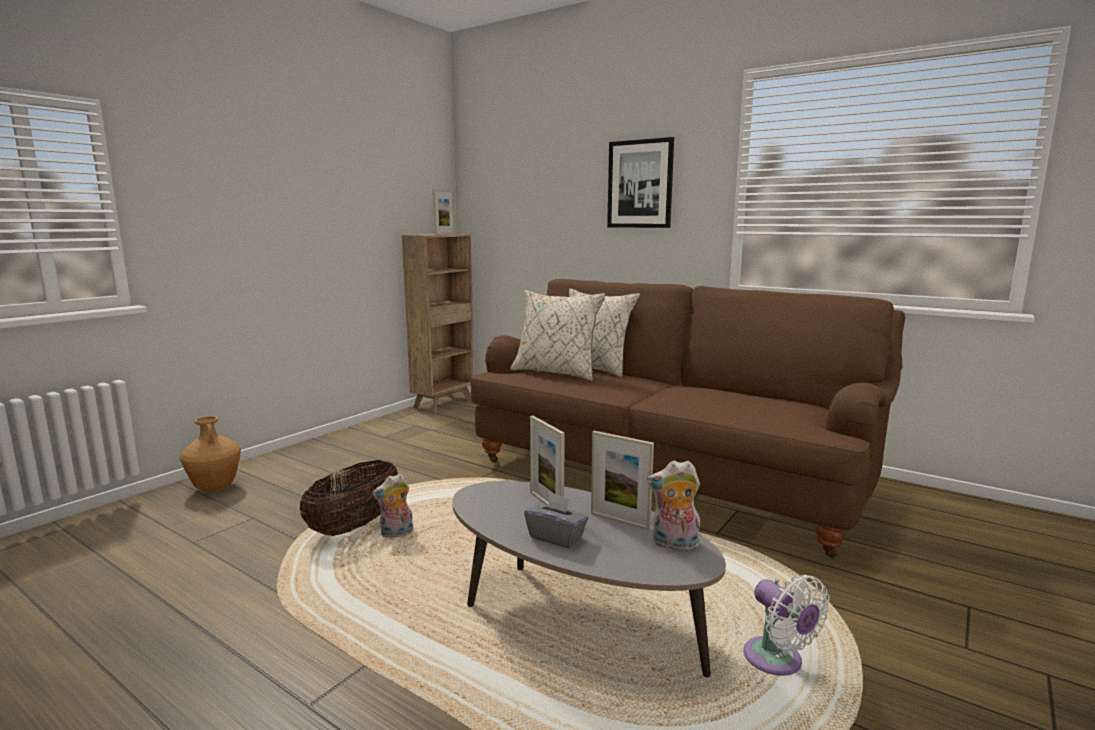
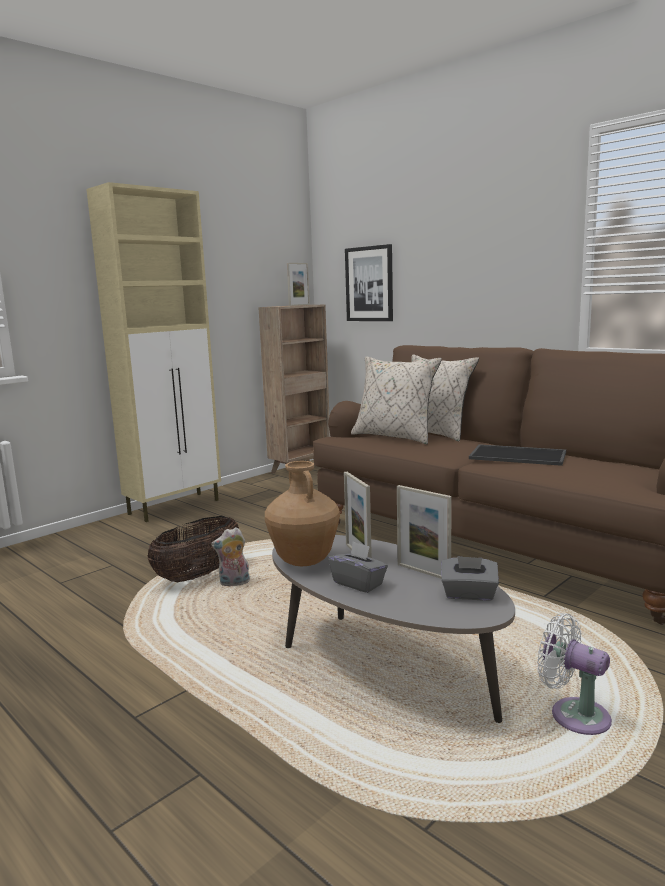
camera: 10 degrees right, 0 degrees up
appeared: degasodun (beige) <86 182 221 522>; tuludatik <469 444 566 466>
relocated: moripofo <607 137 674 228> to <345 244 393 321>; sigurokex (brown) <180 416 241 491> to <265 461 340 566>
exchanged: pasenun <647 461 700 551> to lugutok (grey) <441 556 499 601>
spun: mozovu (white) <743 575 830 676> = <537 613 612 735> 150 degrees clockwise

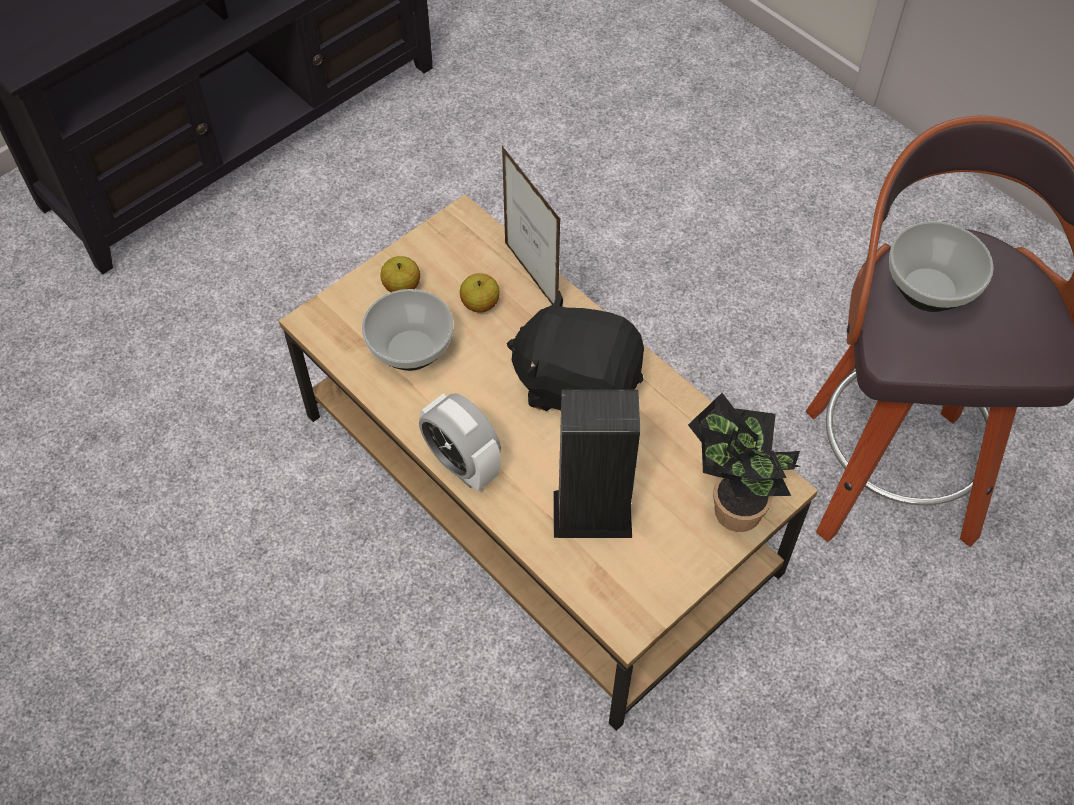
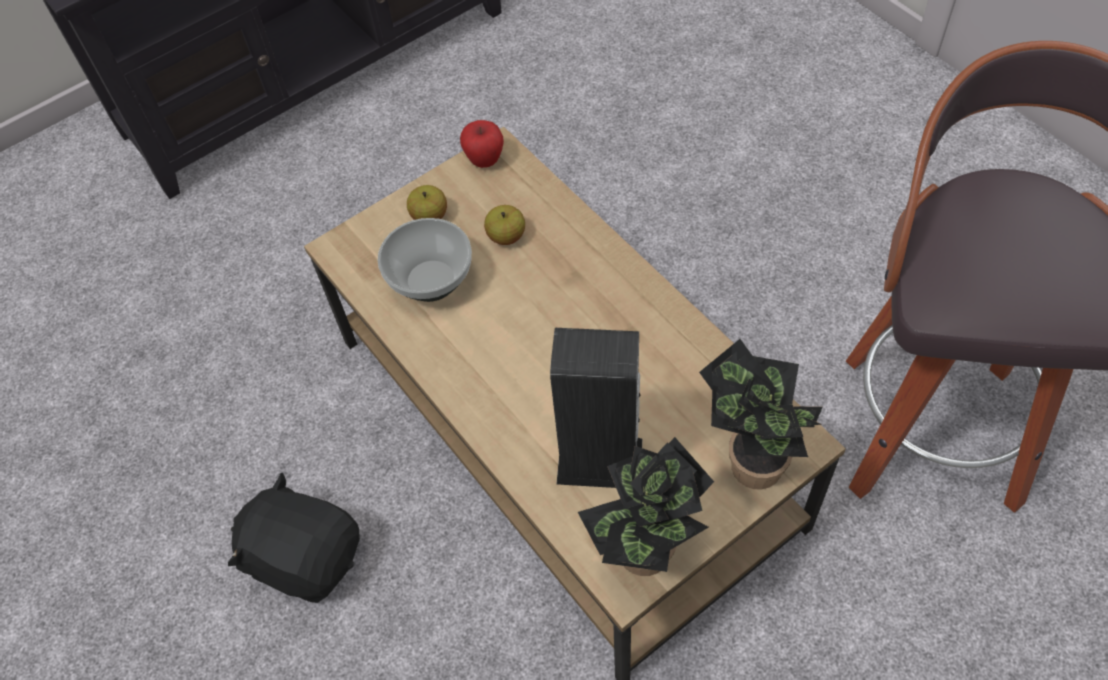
camera: 10 degrees right, 0 degrees up
missing: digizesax <502 146 561 305>; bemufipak <889 221 994 312>; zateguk <419 393 501 492>
appeared: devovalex <460 120 504 168>; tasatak <578 437 714 576>
relocated: pasenun (black) <507 291 644 411> to <228 473 360 603>

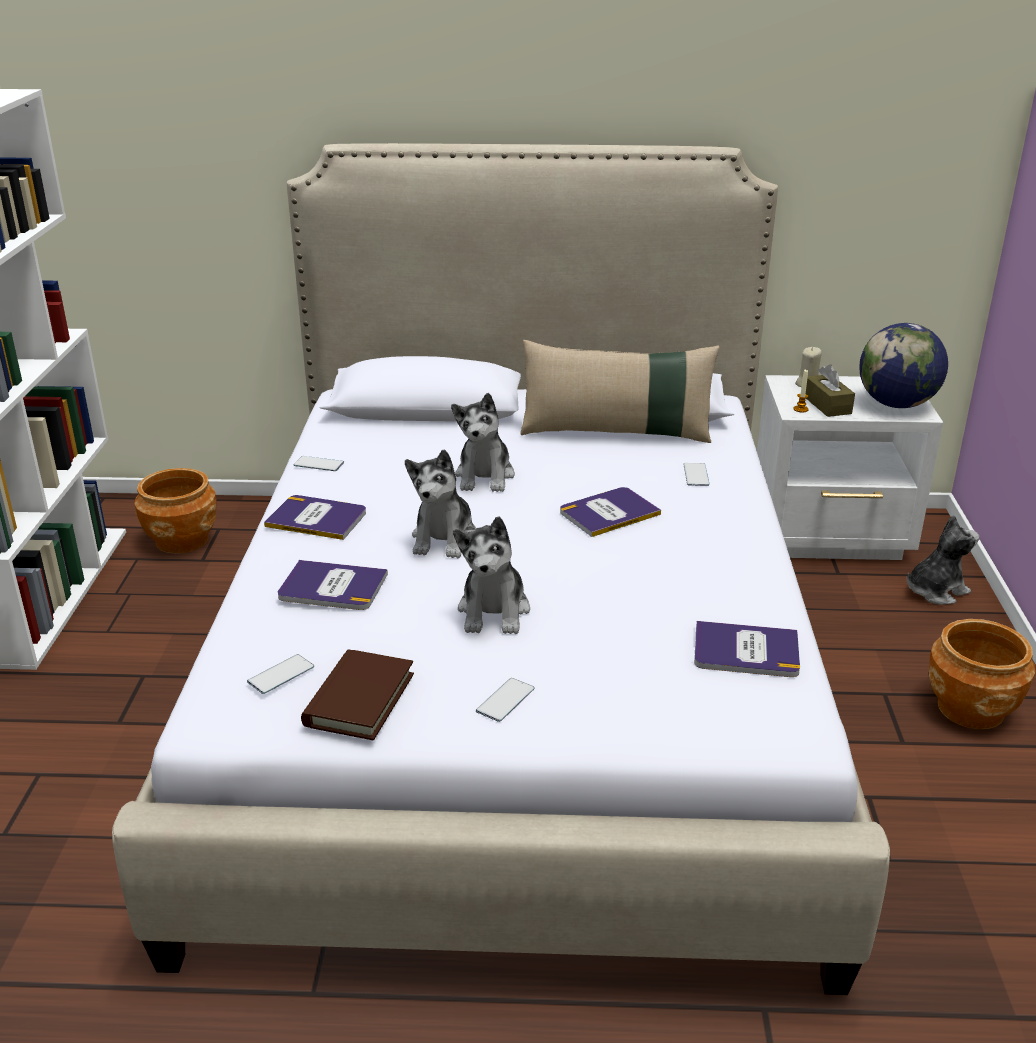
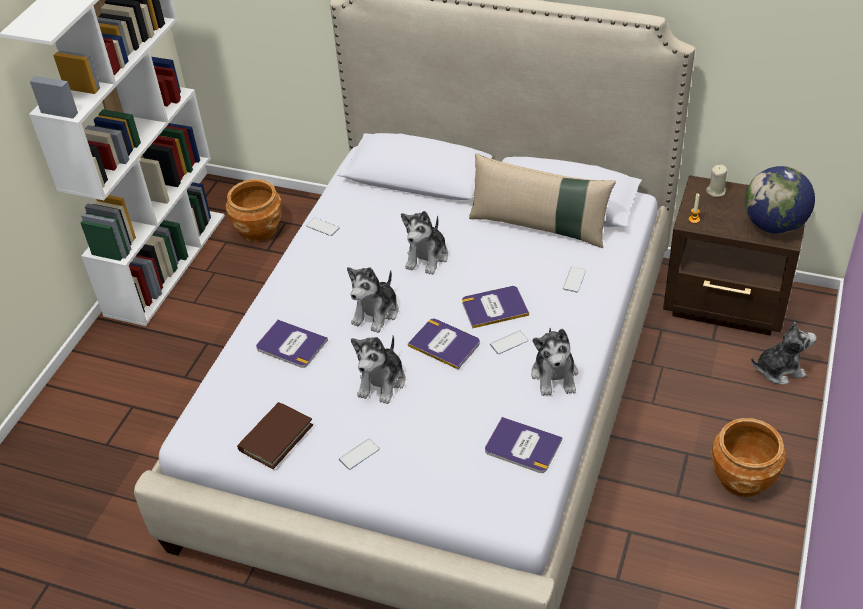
camera: 20 degrees right, 15 degrees up
missing: lugutok (brown) <806 364 855 417>
appeared: pasenun <531 328 578 396>
relocated: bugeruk <264 495 366 540> to <408 319 480 369>; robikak <247 654 314 694> to <490 331 528 354>
colour: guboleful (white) <757 375 943 560> to guboleful (brown) <663 175 805 336>

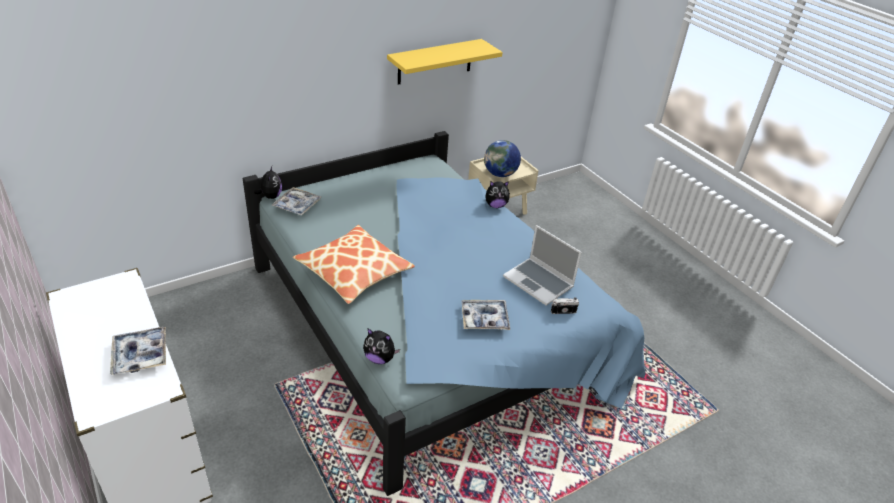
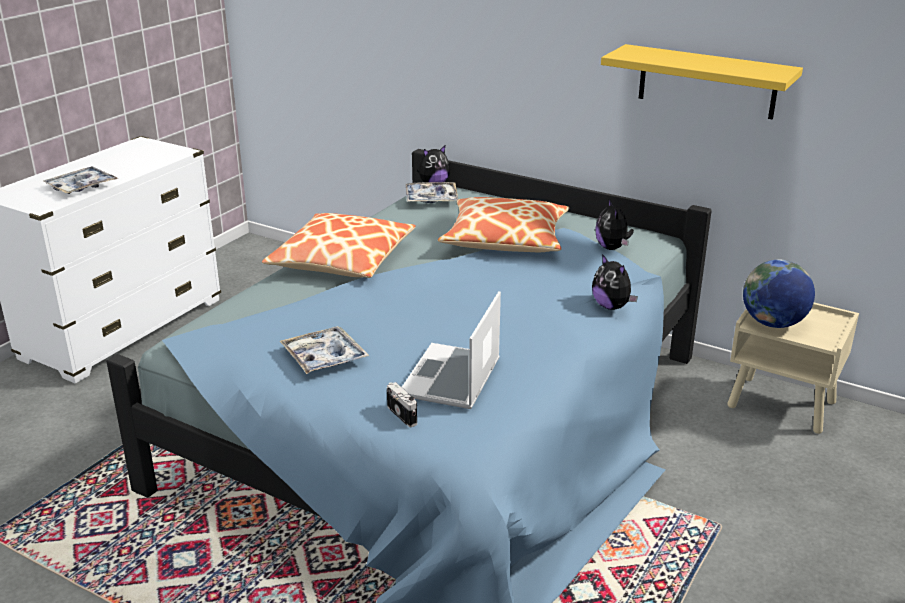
camera: 65 degrees right, 10 degrees down
appeared: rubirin <438 197 570 252>
relocated: pasenun <363 328 400 364> to <595 199 634 250>

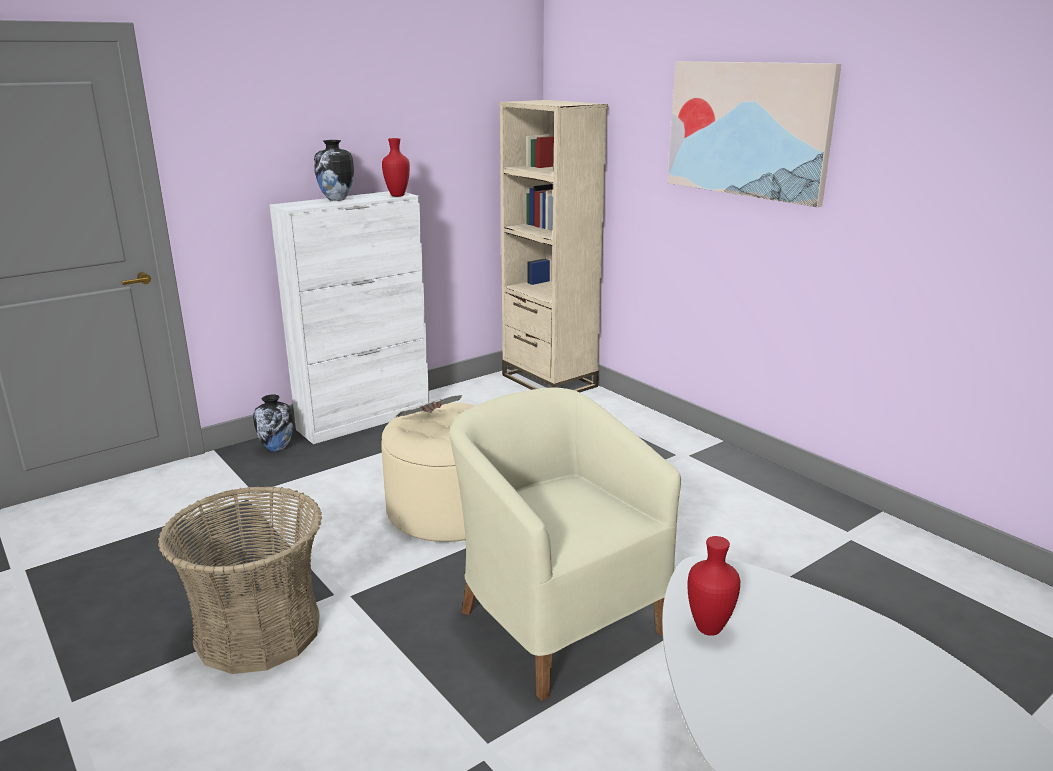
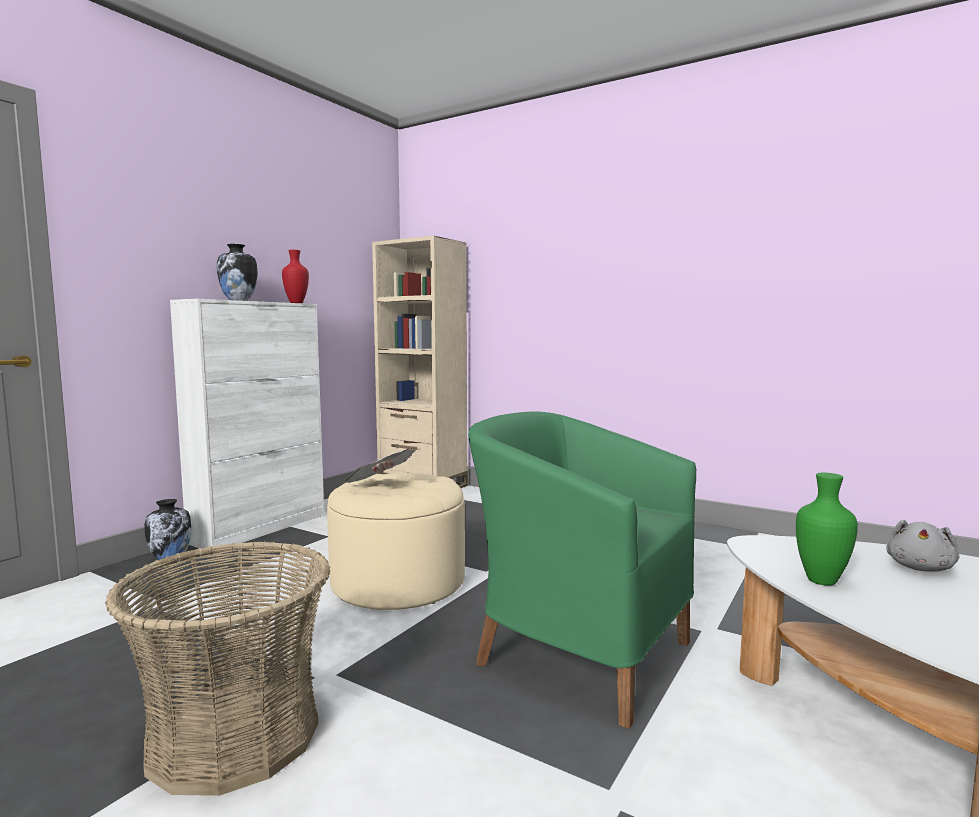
camera: 20 degrees left, 15 degrees down
missing: moripofo <668 61 842 207>
appeared: pasenun (grey) <886 519 959 572>
colour: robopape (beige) <449 387 681 701> to robopape (green) <468 411 696 729>; sigurokex (red) <688 536 740 636> to sigurokex (green) <796 473 858 586>

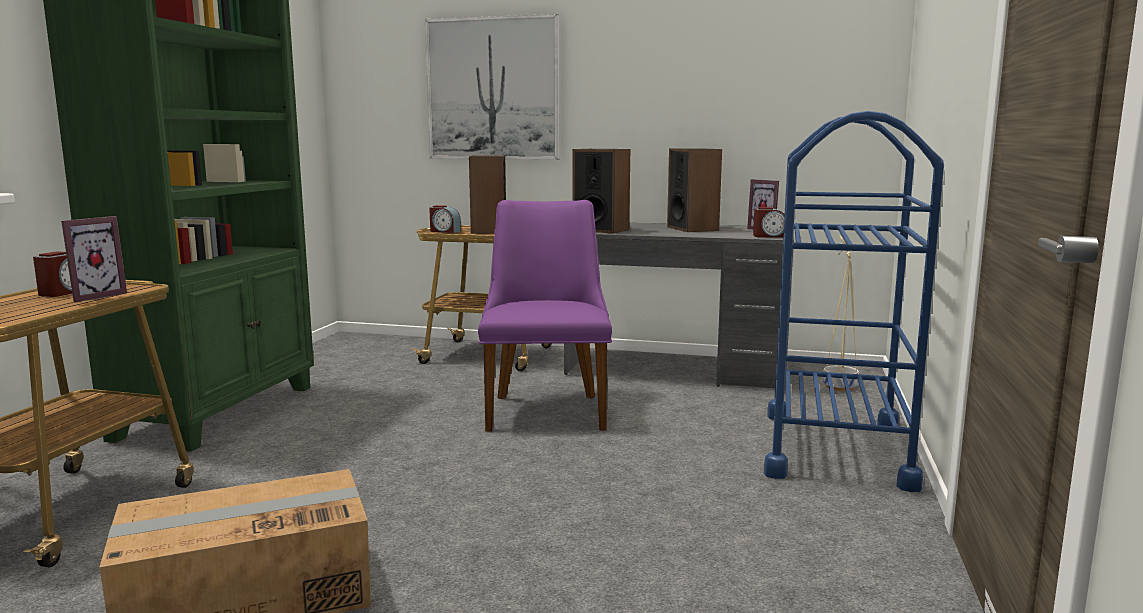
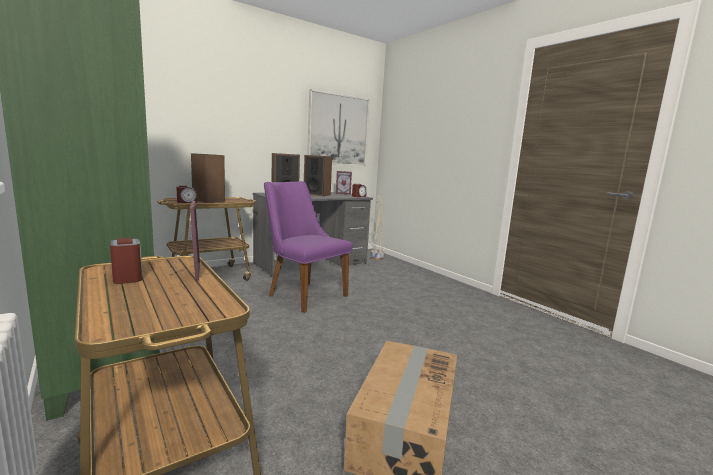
camera: 50 degrees left, 0 degrees up
missing: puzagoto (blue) <764 111 944 492>
relocated: moripofo <425 14 560 160> to <307 89 370 166>

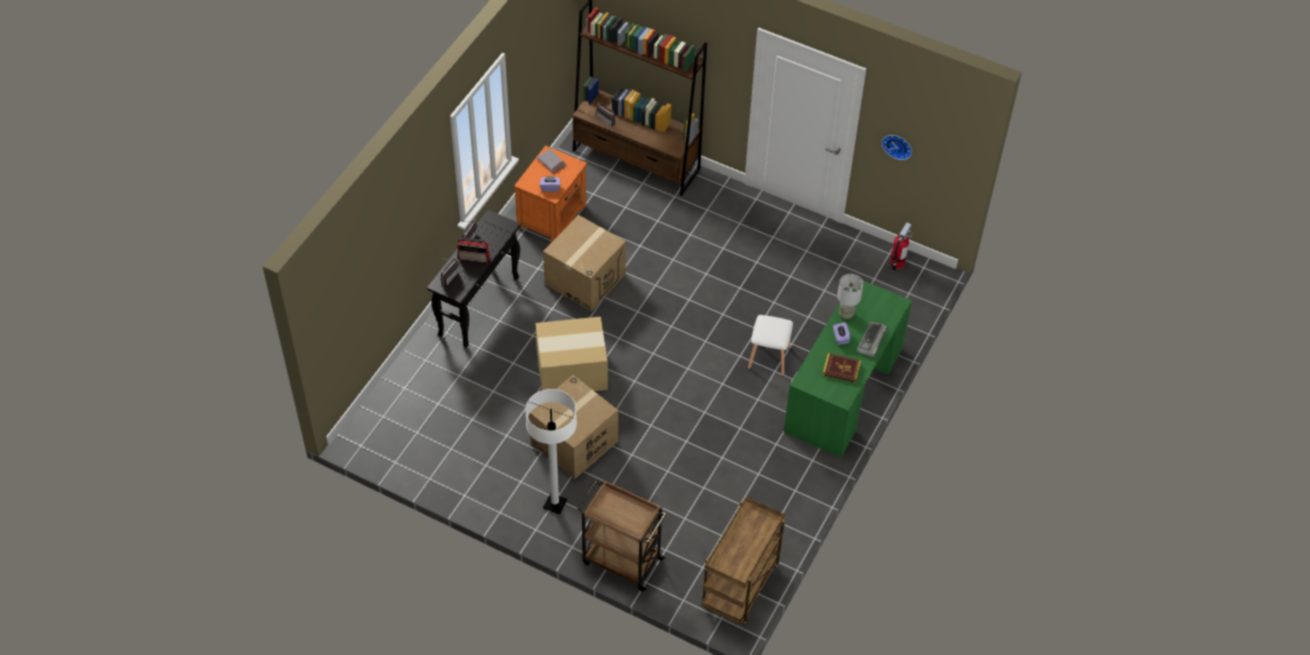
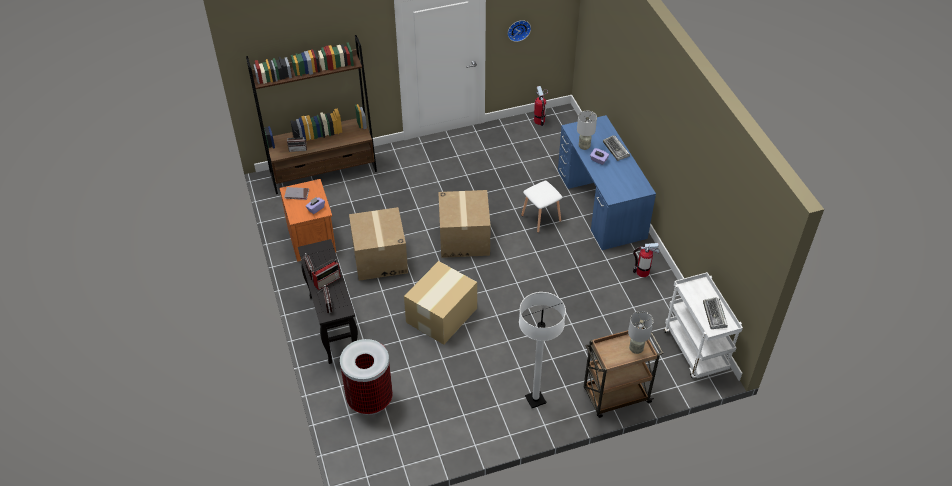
camera: 45 degrees left, 5 degrees down
missing: bugeruk <822 353 861 383>
appeared: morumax <633 243 659 277>; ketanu <703 297 728 329>; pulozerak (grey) <628 311 654 354>; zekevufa <340 339 393 415>
relocated: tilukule <529 375 618 479> to <438 190 491 258>
colour: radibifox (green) <784 280 912 458> to radibifox (blue) <558 115 656 250>; puzagoto (brown) <702 497 786 625> to puzagoto (white) <664 272 743 378>

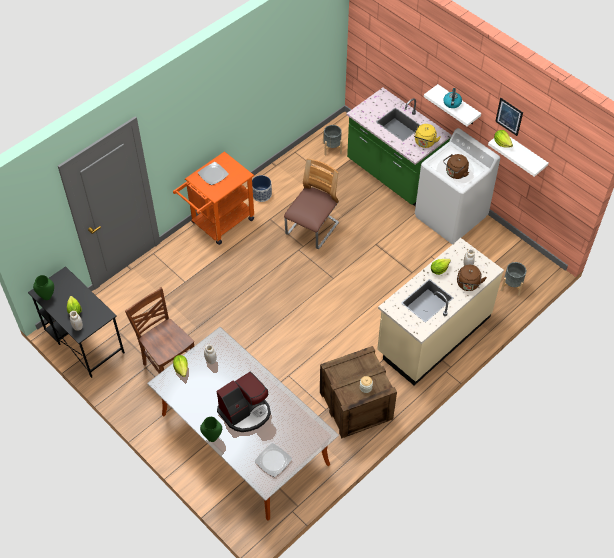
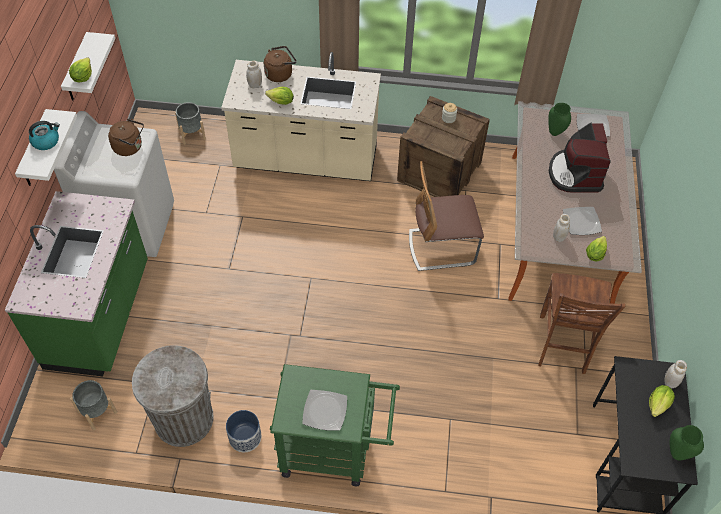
camera: 130 degrees left, 0 degrees up
missing: moripofo <495 98 523 136>; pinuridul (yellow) <414 124 441 148>
appeared: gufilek <563 207 602 235>; zekevufa (grey) <132 345 213 447>
relocated: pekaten <284 158 339 249> to <409 161 484 271>; sigurokex (green) <200 417 222 442> to <548 103 571 136>
colour: puzagoto (orange) <173 151 254 245> to puzagoto (green) <270 364 400 487>
spun: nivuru <217 372 271 432> = <549 123 611 193> 105 degrees counterclockwise

